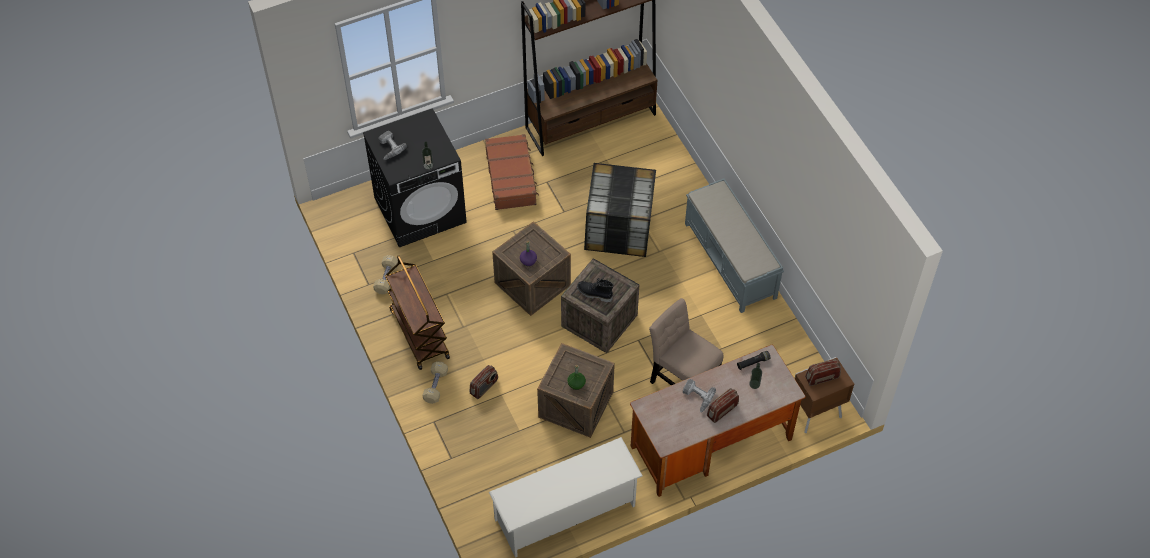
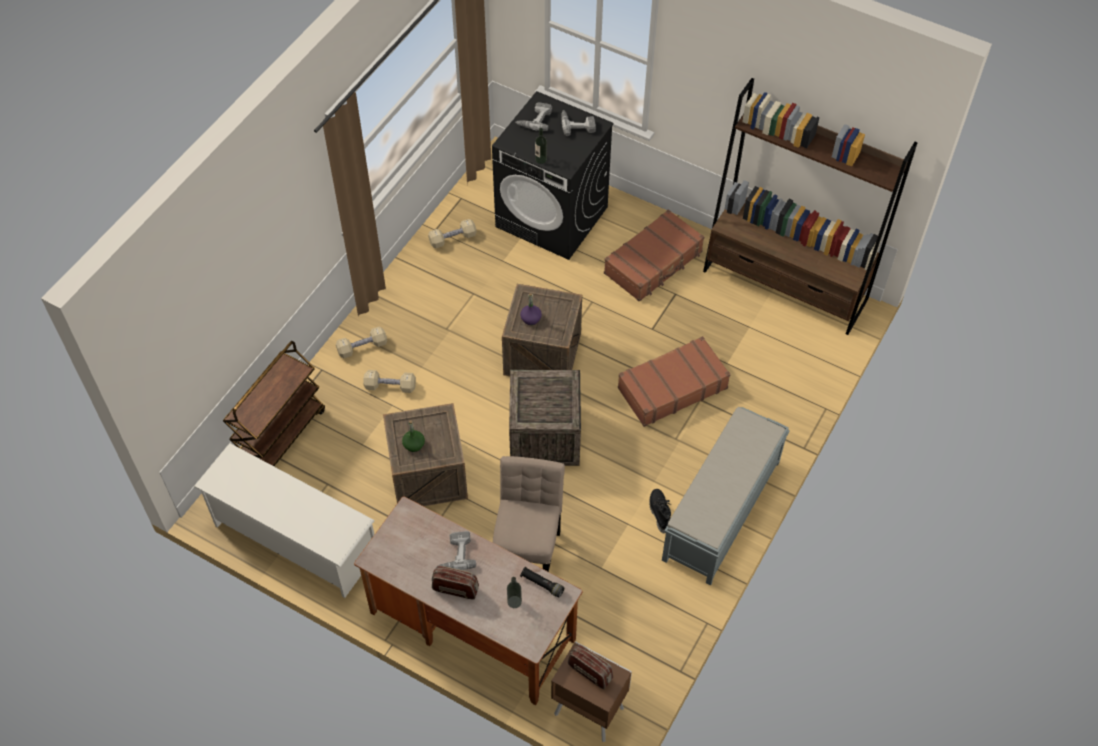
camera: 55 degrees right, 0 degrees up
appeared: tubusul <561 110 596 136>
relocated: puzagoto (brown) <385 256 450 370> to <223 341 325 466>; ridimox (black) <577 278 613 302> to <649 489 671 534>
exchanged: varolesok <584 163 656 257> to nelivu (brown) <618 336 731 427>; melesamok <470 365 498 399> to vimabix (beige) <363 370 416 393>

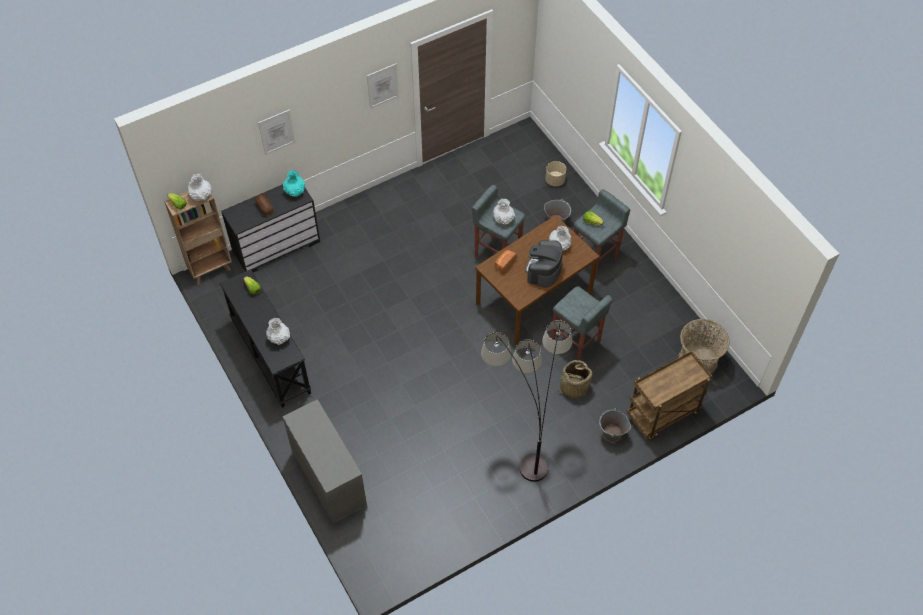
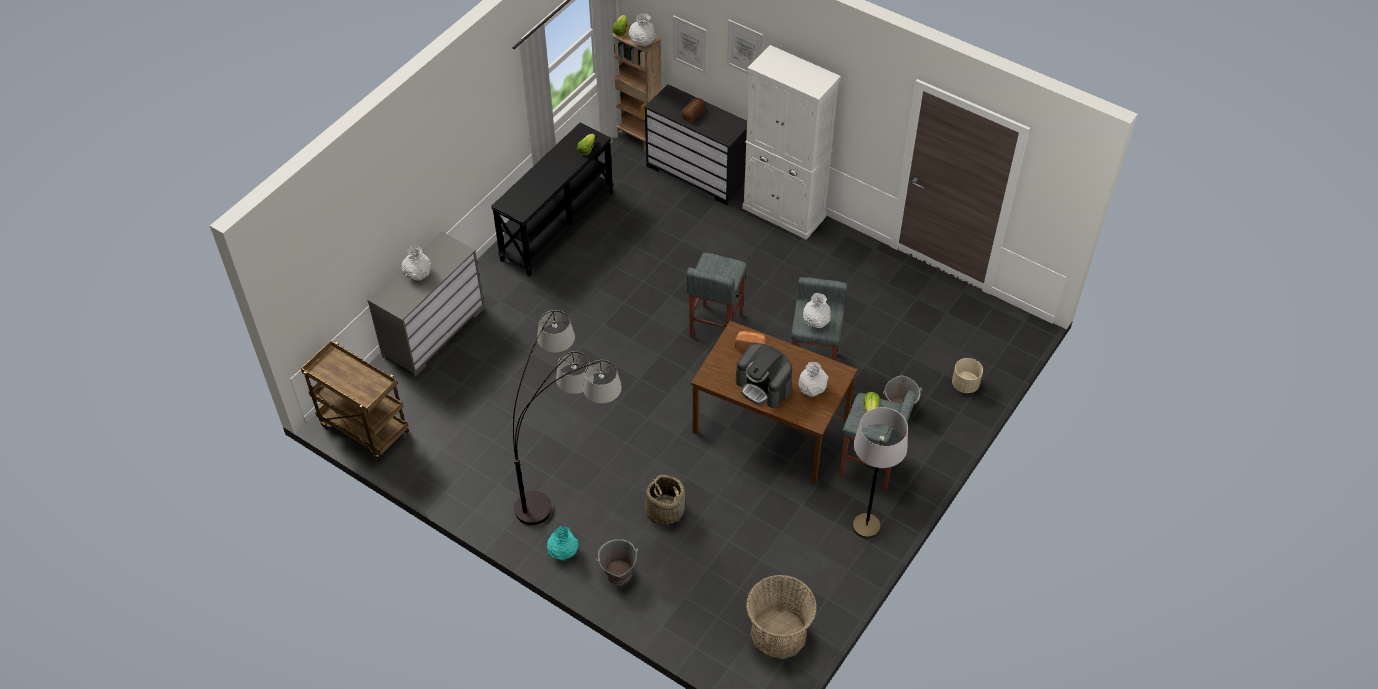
camera: 65 degrees right, 5 degrees down
appeared: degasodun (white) <742 45 841 240>; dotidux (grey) <852 407 908 539>
relocated: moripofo <367 63 399 109> to <673 15 707 74>; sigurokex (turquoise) <283 170 305 197> to <547 526 578 560>; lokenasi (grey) <551 286 612 360> to <687 253 747 338>; sigurokex (white) <266 318 290 345> to <402 245 431 280>; puzagoto (brown) <627 351 713 440> to <301 340 409 461>
spun: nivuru <526 240 563 288> = <736 343 792 408> 135 degrees counterclockwise

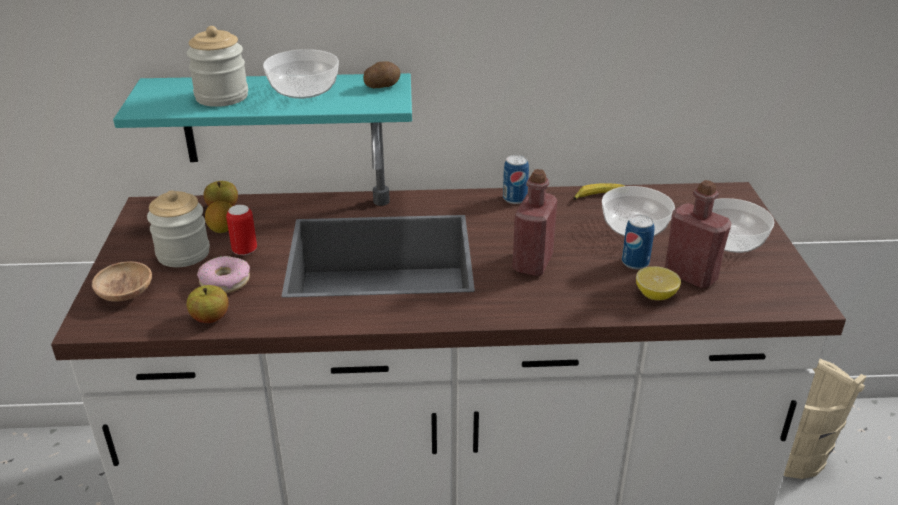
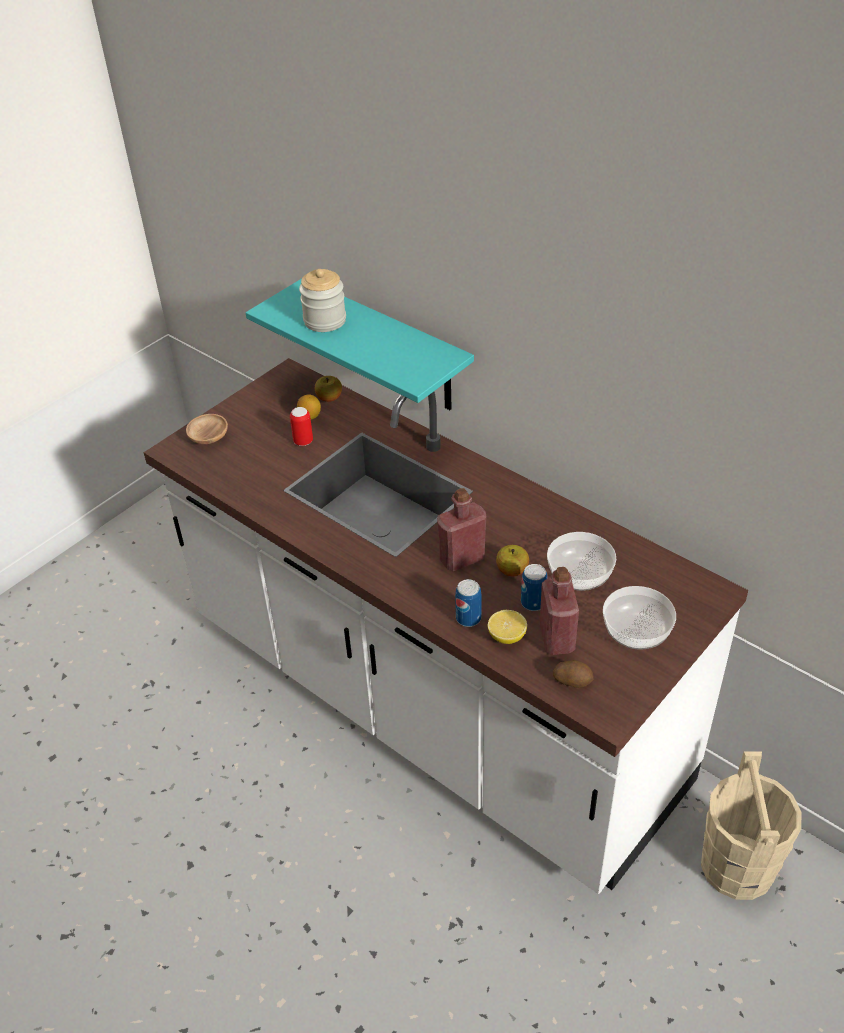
camera: 45 degrees right, 10 degrees up
missing: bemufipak <263 49 339 99>; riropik <573 183 624 200>; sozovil <147 190 210 267>; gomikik <197 256 250 293>
relocated: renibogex <363 62 401 88> to <553 660 594 688>; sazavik <503 155 529 204> to <455 579 482 627>; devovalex <187 285 229 323> to <496 545 529 576>

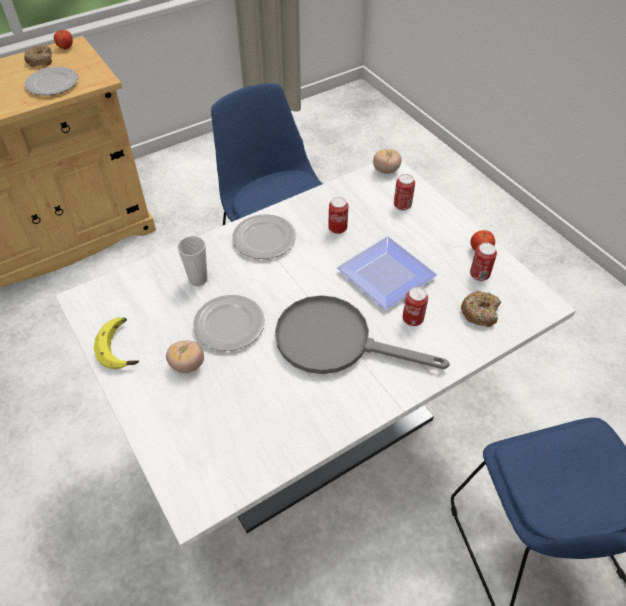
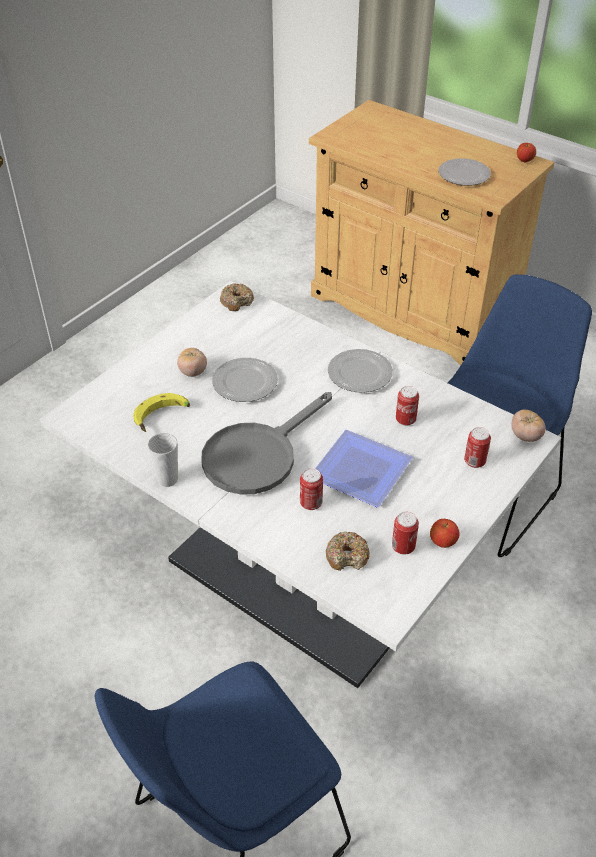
camera: 70 degrees right, 5 degrees down
relocated: gomikik <24 45 52 67> to <220 283 254 311>; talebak <177 236 208 286> to <148 433 178 487>; riropik <94 317 139 369> to <133 393 190 432>
spun: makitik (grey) <275 295 450 374> = <201 392 332 495> 135 degrees counterclockwise

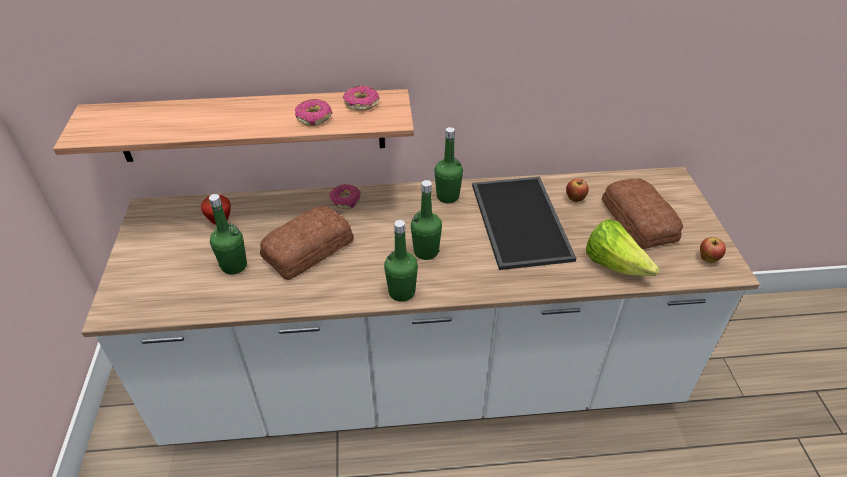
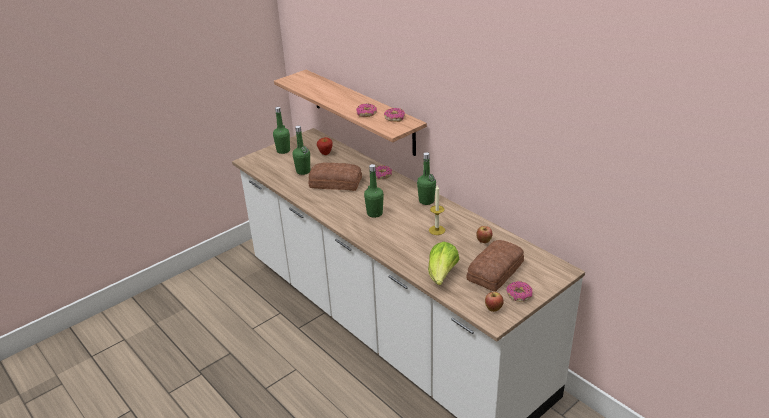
camera: 55 degrees right, 10 degrees down
appeared: gomikik <506 281 533 302>
relocated: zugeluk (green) <384 220 418 302> to <273 107 290 154>
exchanged: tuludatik <472 177 576 270> to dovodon <429 185 445 235>

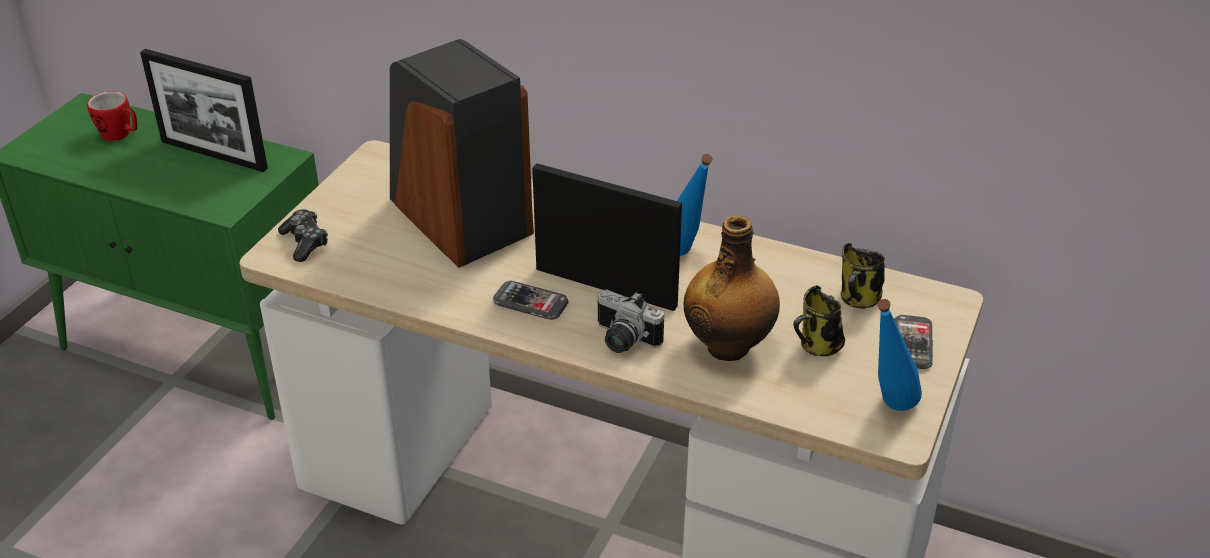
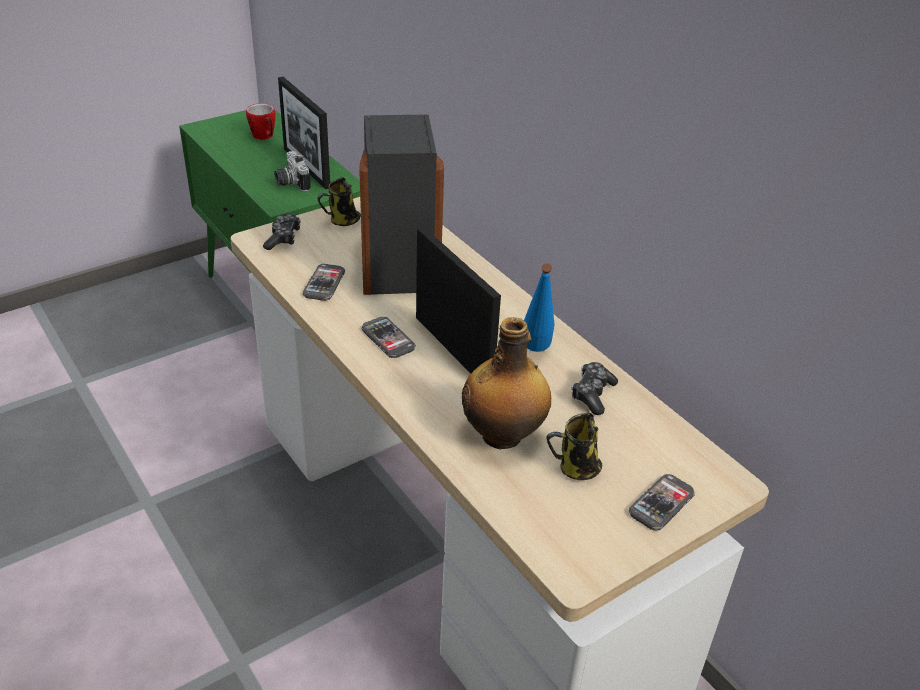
camera: 30 degrees right, 0 degrees up
missing: zugeluk (blue) <877 299 922 411>
appeared: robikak <303 264 345 301>; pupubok <571 362 618 415>
relocated: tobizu <841 243 885 309> to <317 177 361 226>; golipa <597 289 664 353> to <274 151 311 192>

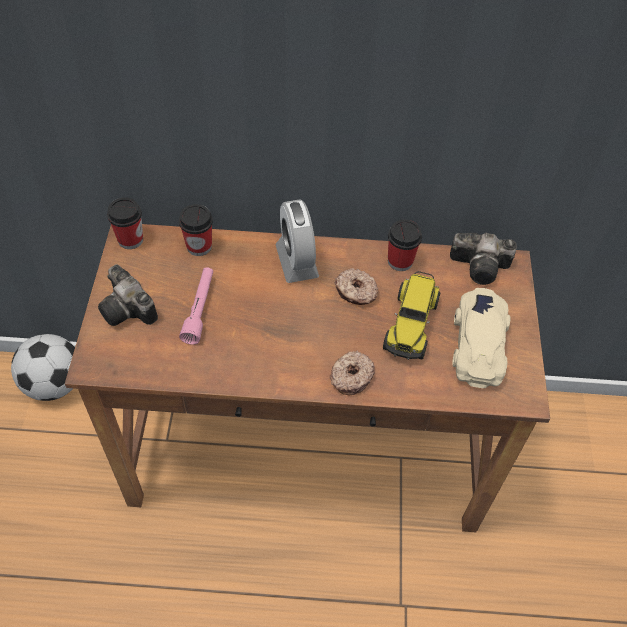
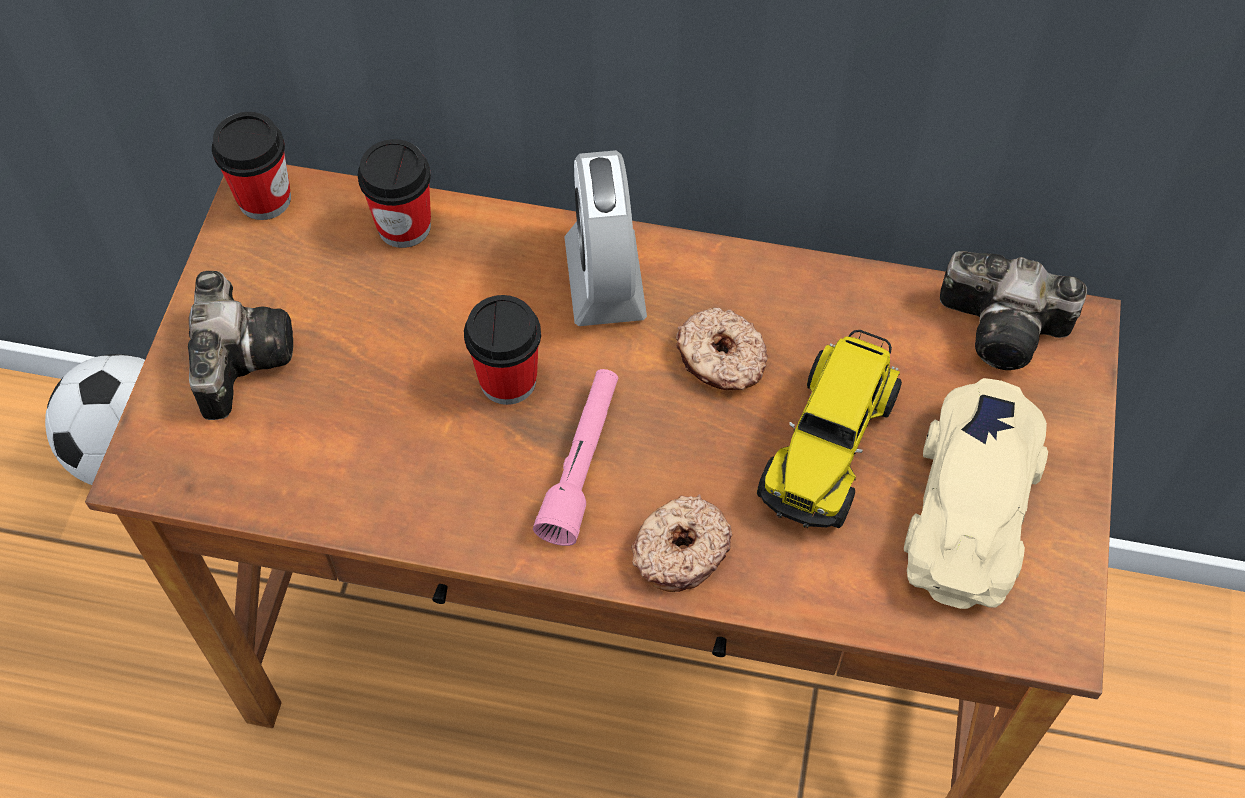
camera: 10 degrees right, 5 degrees up
relocated: talebak <388 220 422 271> to <464 295 541 405>; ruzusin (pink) <179 267 213 345> to <533 369 618 546>
spun: golipa <98 264 158 326> = <188 271 293 420> 150 degrees counterclockwise

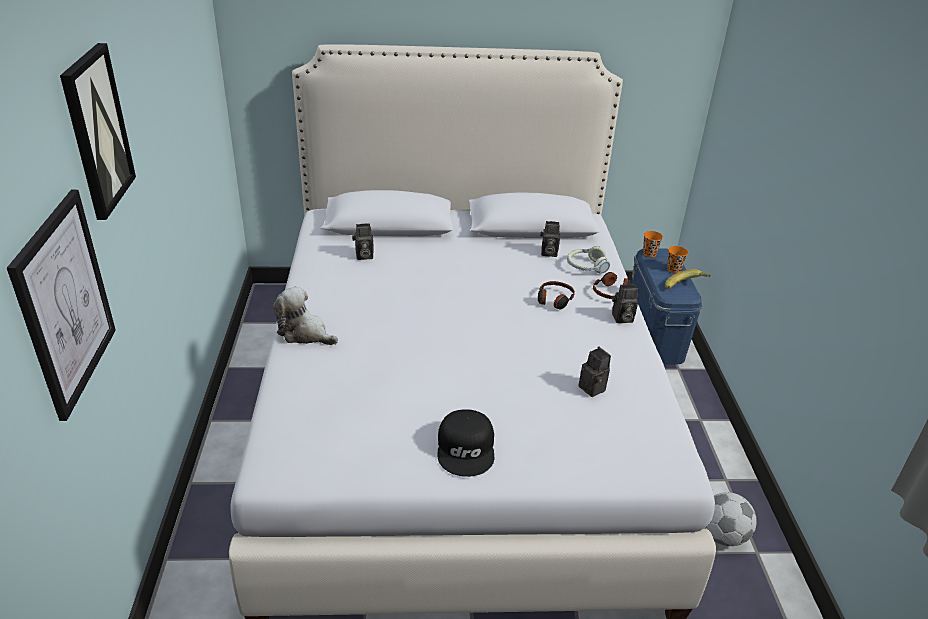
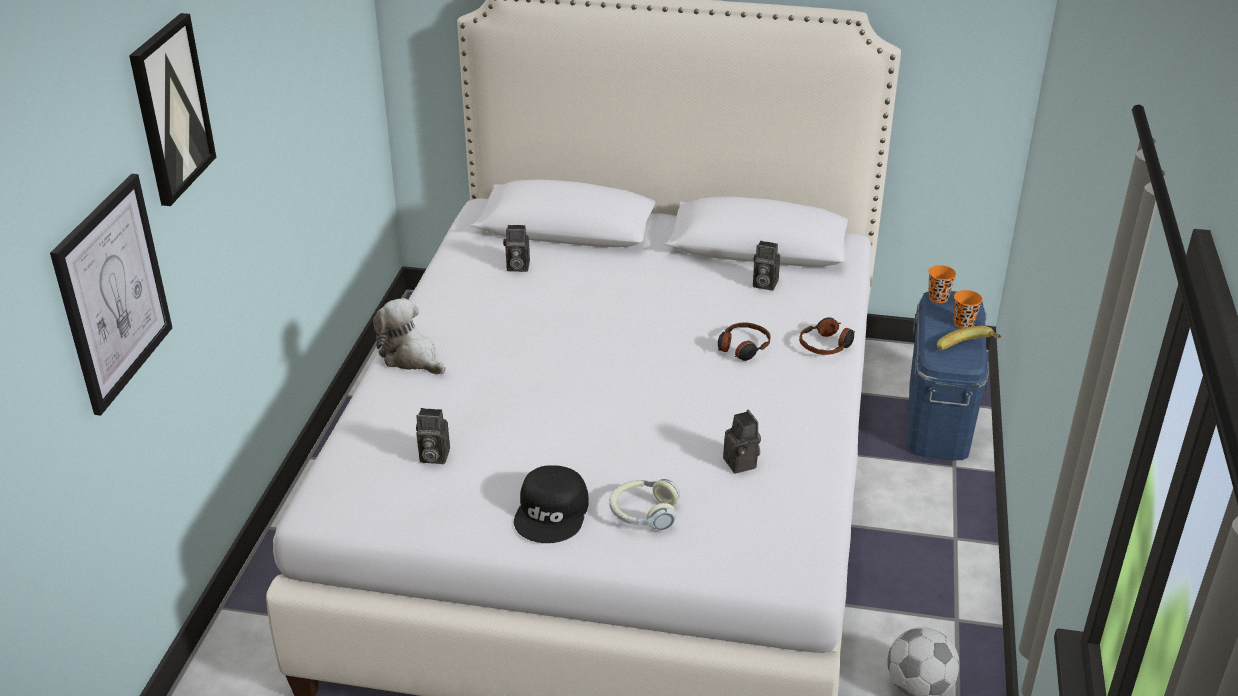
camera: 15 degrees right, 0 degrees up
relocated: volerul <567 246 610 274> to <610 479 680 530>; golipa <612 284 639 323> to <416 408 450 464>

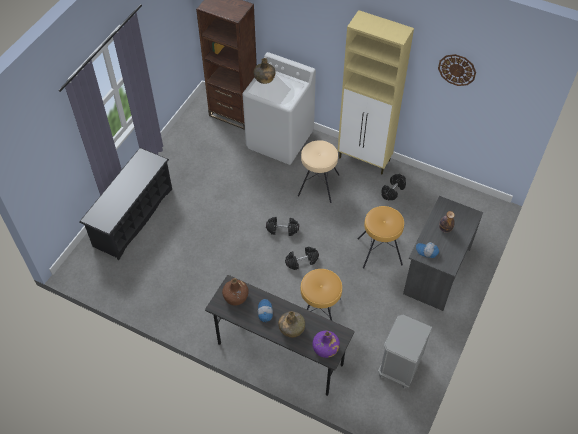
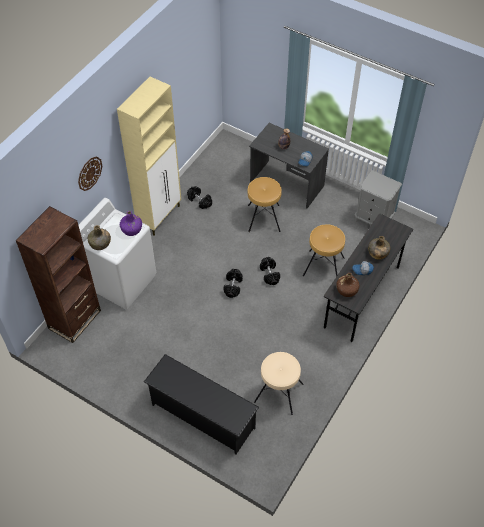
camera: 85 degrees left, 0 degrees up
relocated: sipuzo <438 54 476 86> to <78 156 102 191>; lokenasi (beige) <298 140 339 203> to <254 352 303 415>; zugeluk (purple) <313 331 340 358> to <120 211 142 236>

